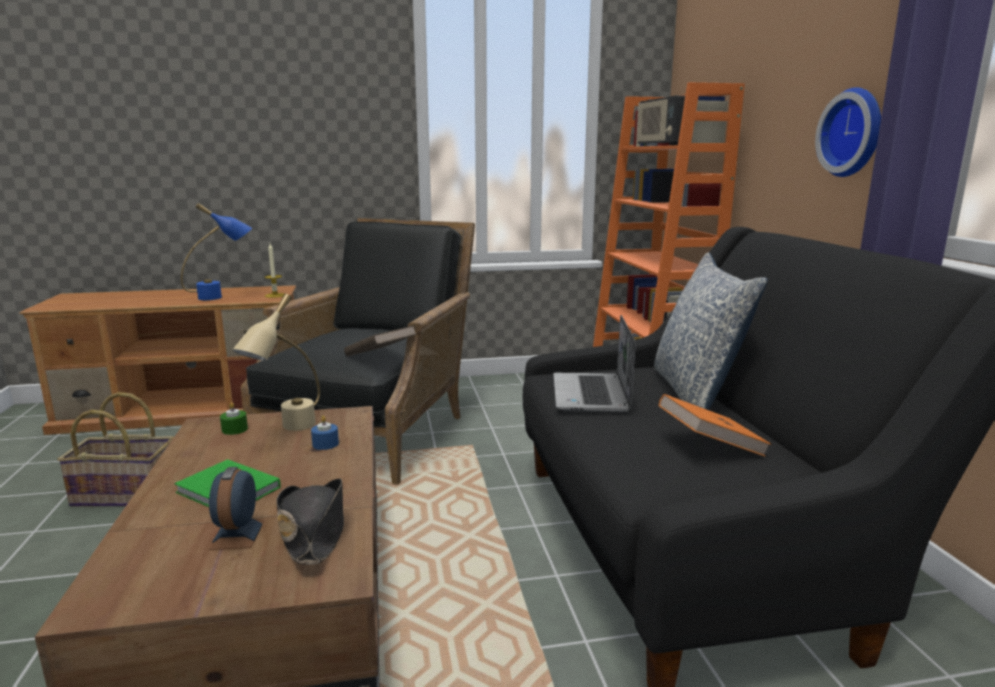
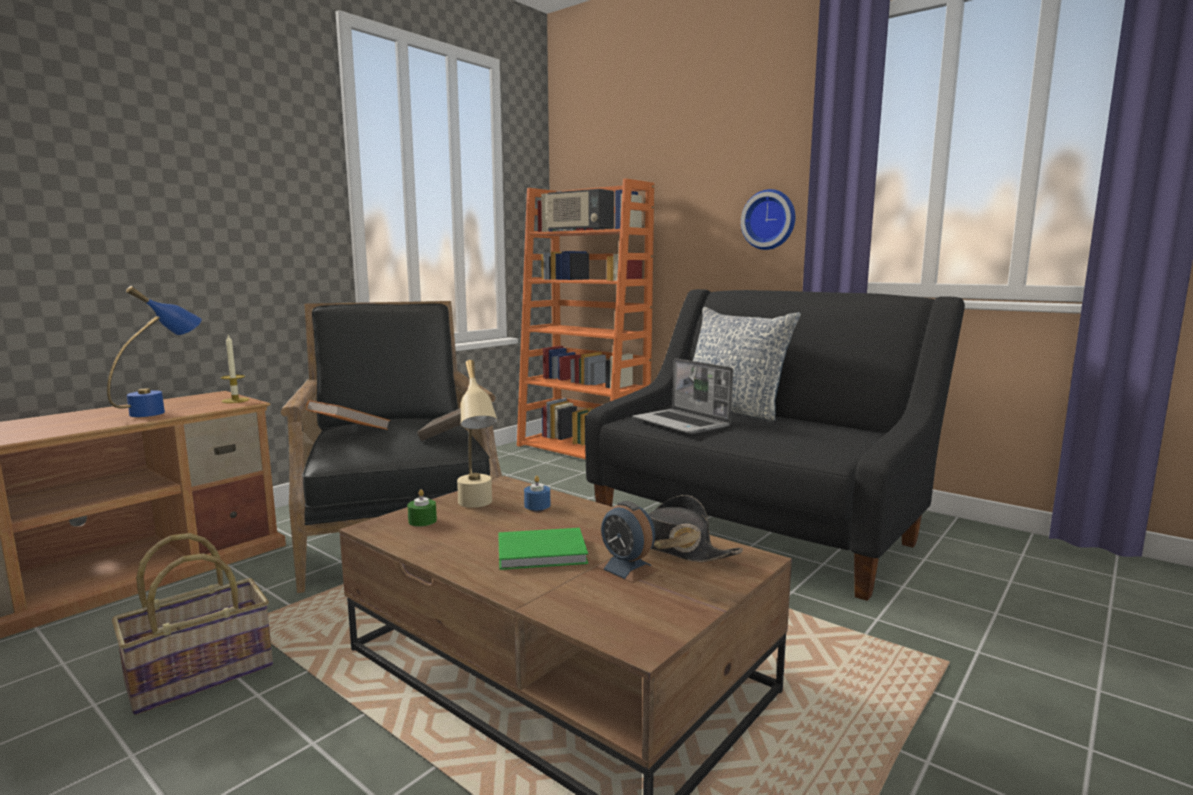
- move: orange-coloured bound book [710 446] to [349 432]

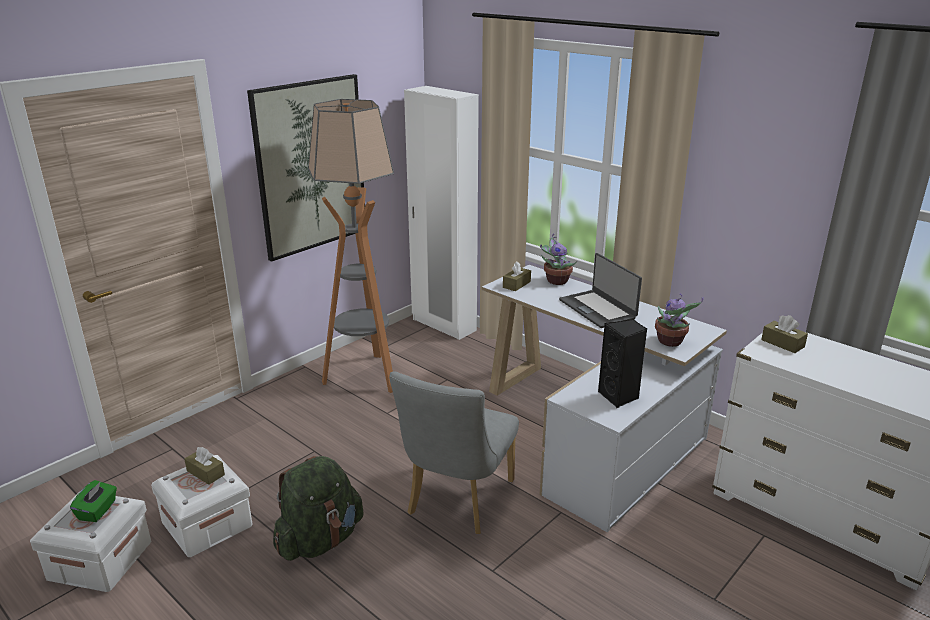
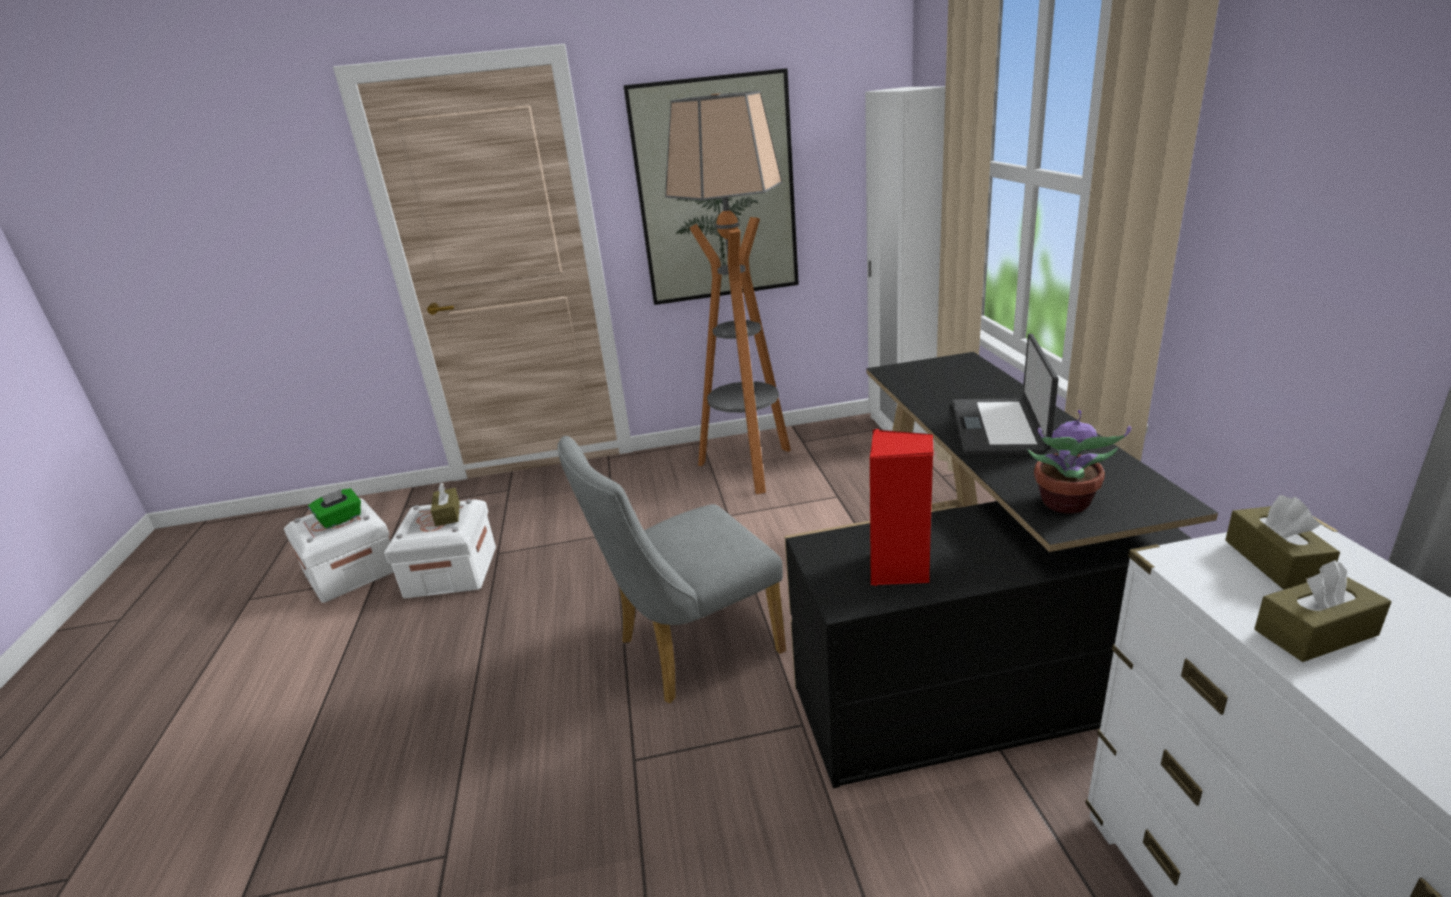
- delete: greenish knapsack [320 540]
- delete: plant in a pot [556 281]
- move: brown-coloured box of tissues [516 284] to [1315 632]
- recolor: white desk [592 432] to blackish desk [967 629]
- recolor: blackish audio speaker [619 397] to reddish audio speaker [899 570]

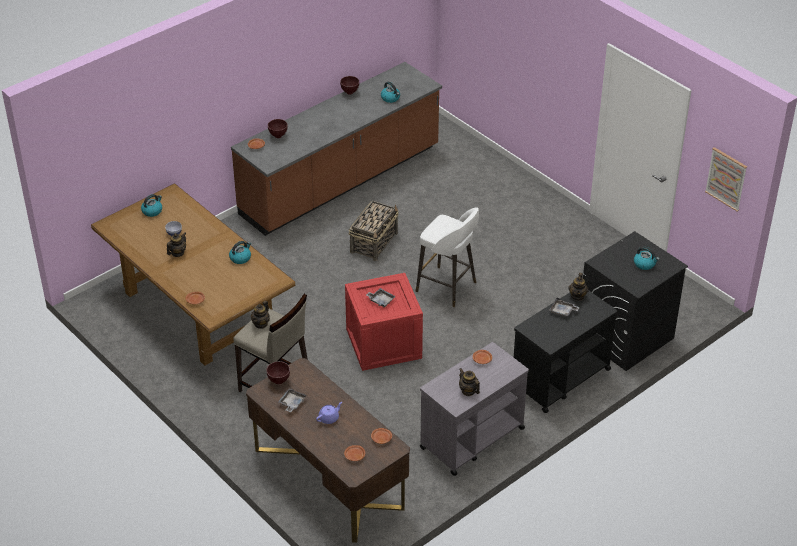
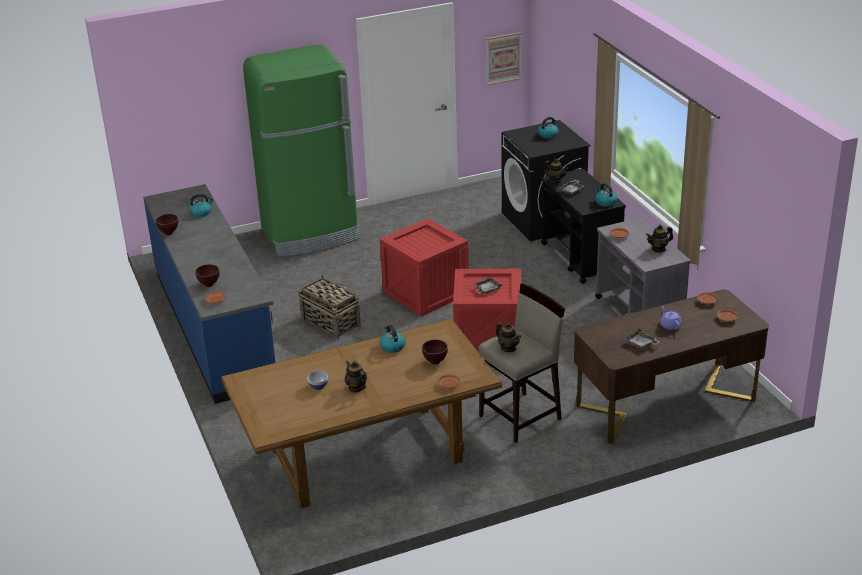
- insert: greenish kitchen fridge [311 235]
- move: water kettle [152 211] to [605 202]
- move: brown-coloured serving bowl [279 381] to [435 362]
- replace: white stool seat [447 287] to shipping crate [427 293]
- recolor: brown-coloured counter [341 182] to blue-coloured counter [215 327]

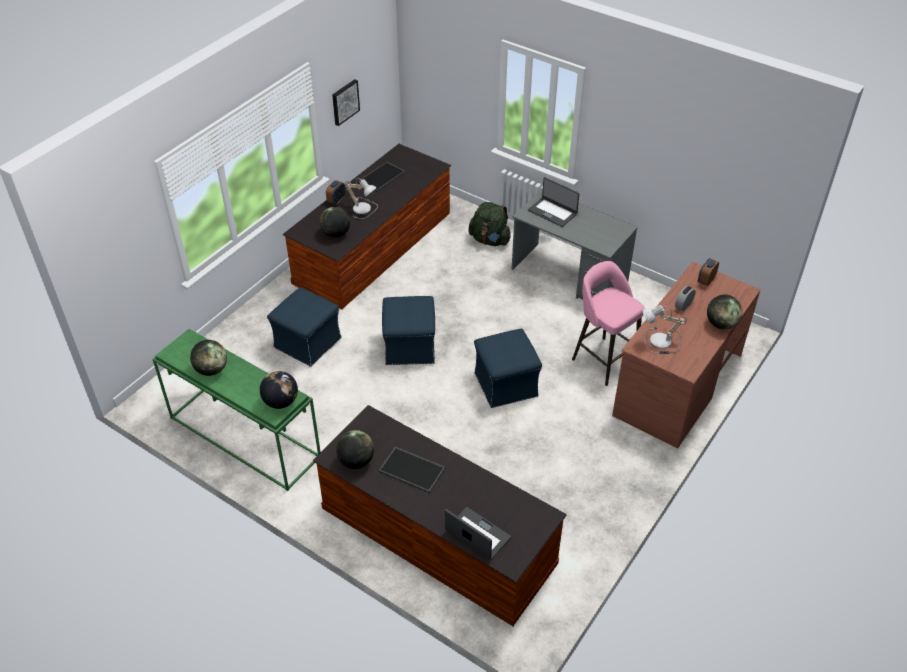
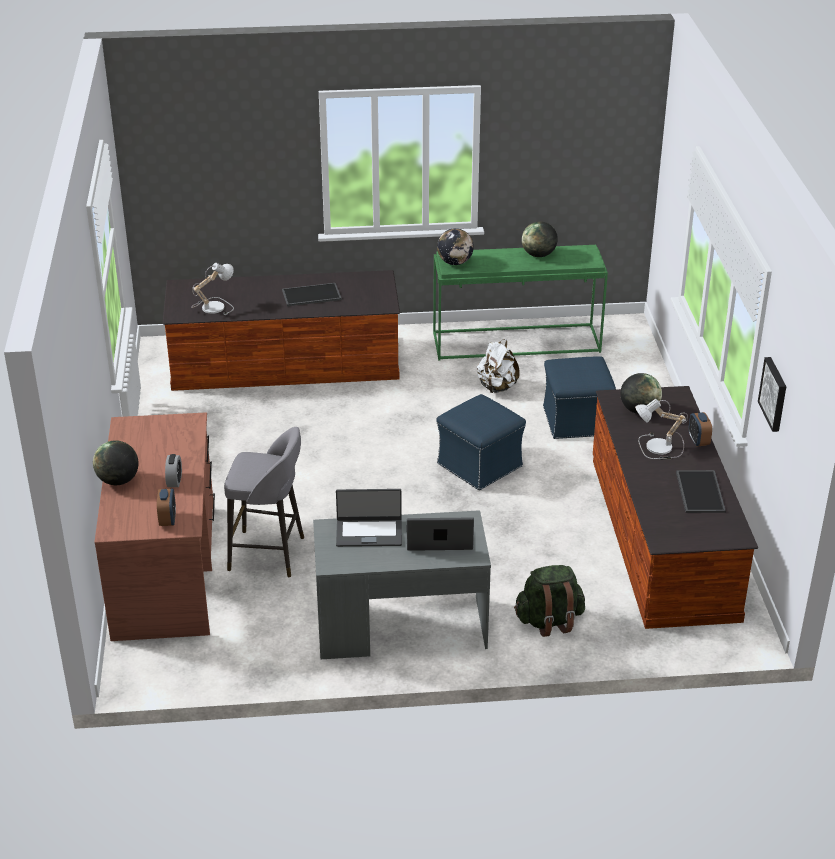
- delete: world globe [356 461]
- delete: blue-coloured pouffe [505 384]
- insert: white knapsack [497 387]
- move: laptop [477 534] to [369 533]
- move: tabletop lamp [659 342] to [213 306]
- recolor: pink stool seat [603 360] to gray stool seat [269 554]

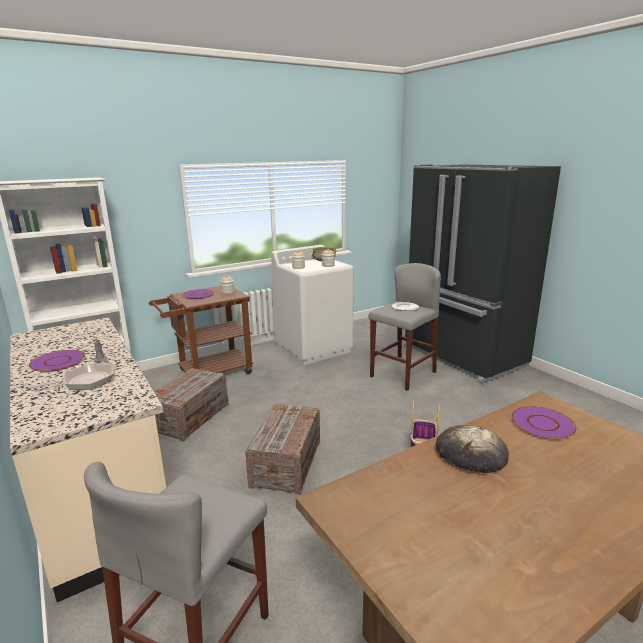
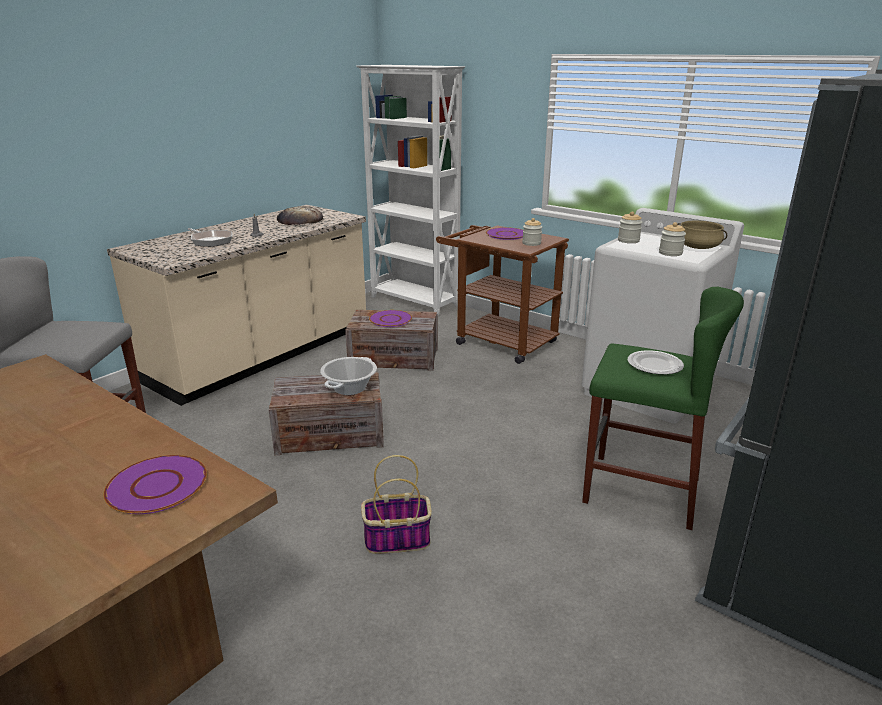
- insert: cooking pot [350 388]
- move: purple-coloured flat dish [58 361] to [391 319]
- move: bakery bread [470 453] to [300 220]
- recolor: gray stool seat [403 374] to greenish stool seat [641 490]

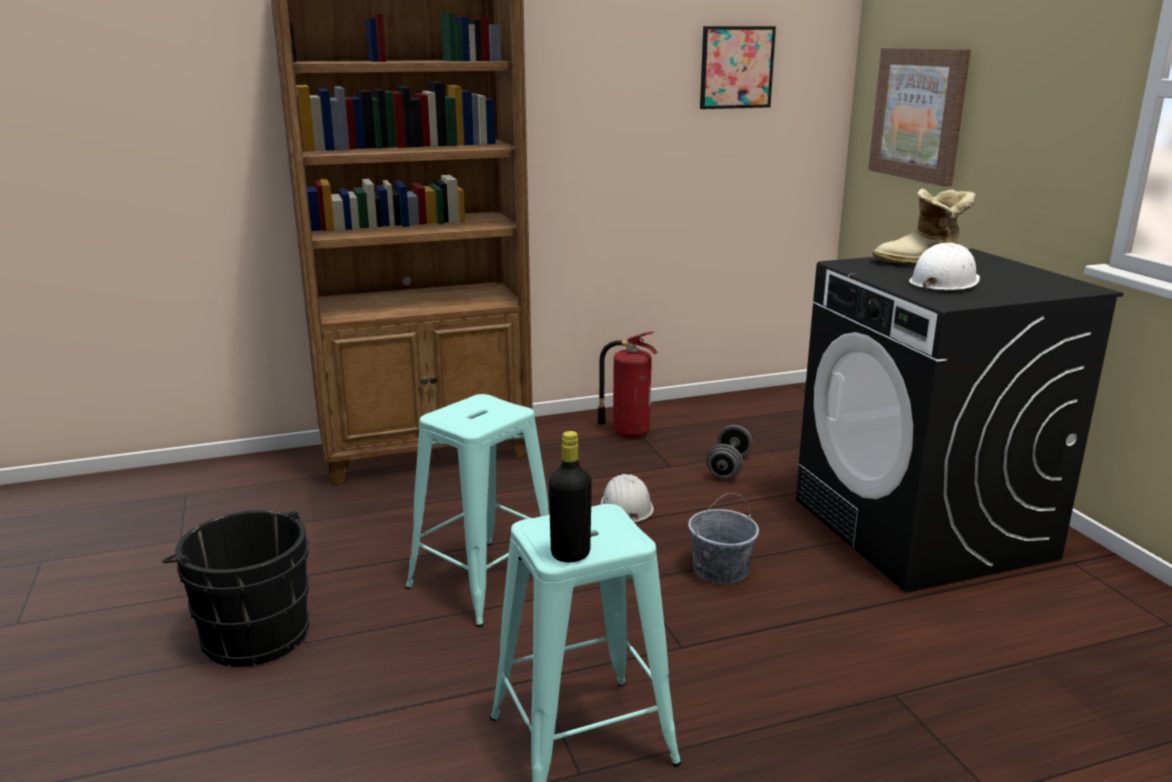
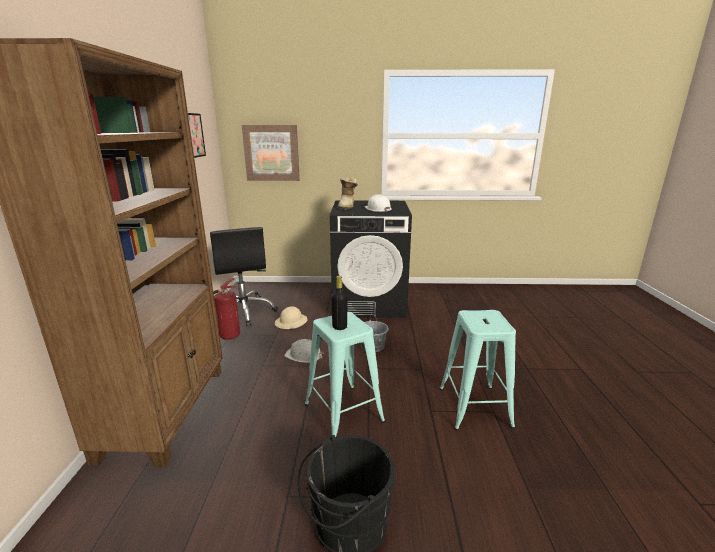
- insert: blackish office chair [244 311]
- move: blackish bottle [570 554] to [339 326]
- replace: gray hand weight [728 467] to sand-coloured hard hat [291 322]

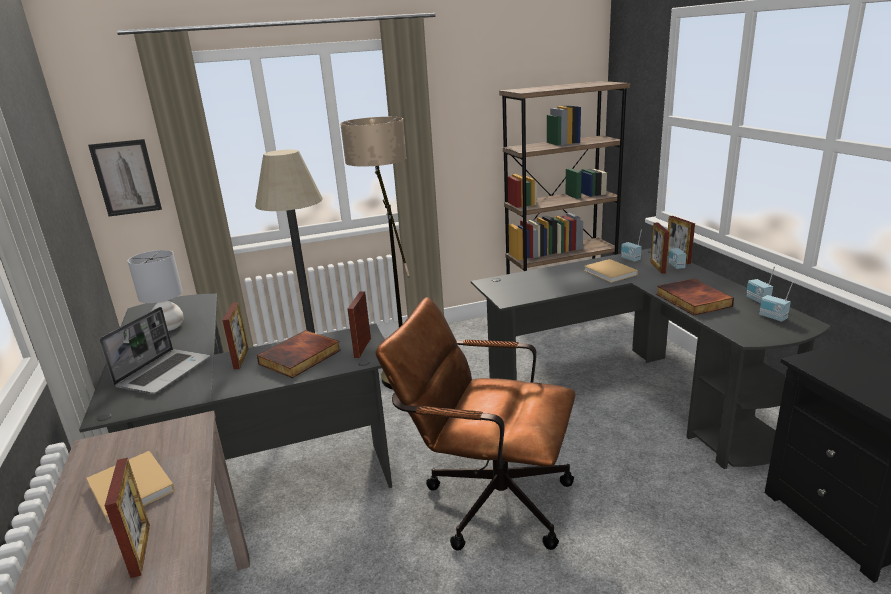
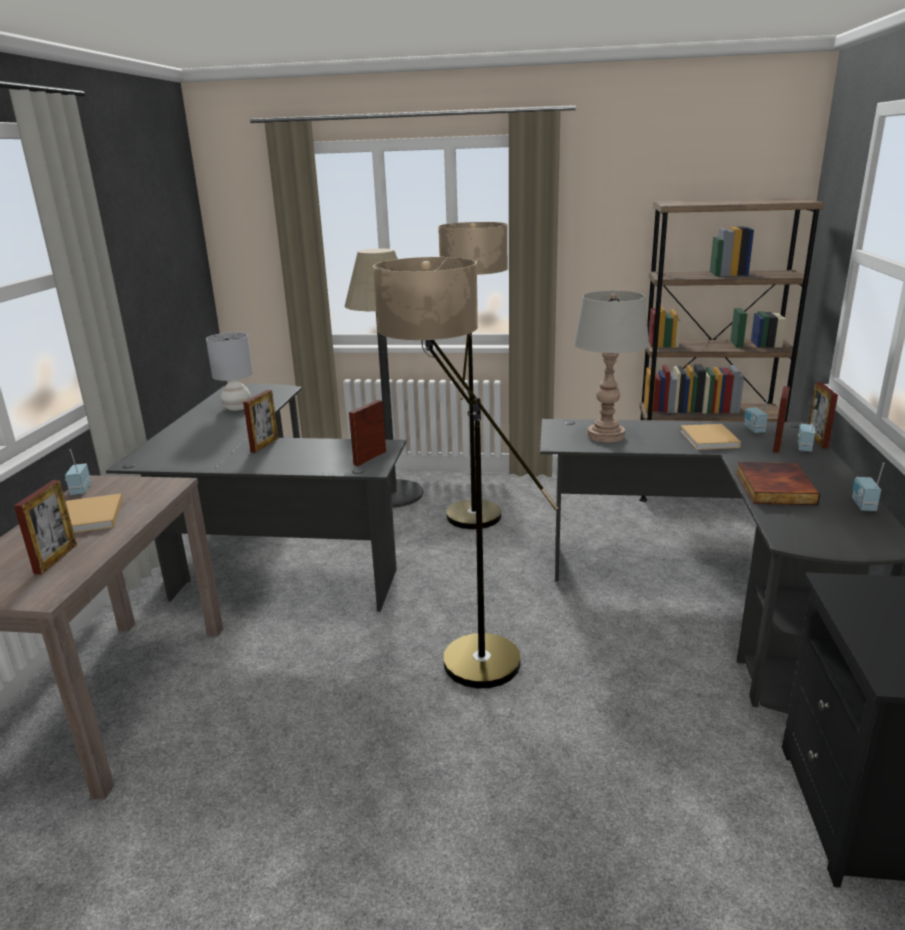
- delete: wall art [126 178]
- delete: laptop [164 372]
- delete: bound book [300 358]
- insert: gray tabletop lamp [606 436]
- move: radio set [772 317] to [79 490]
- replace: brown-coloured office chair [486 498] to floor lamp [459 649]

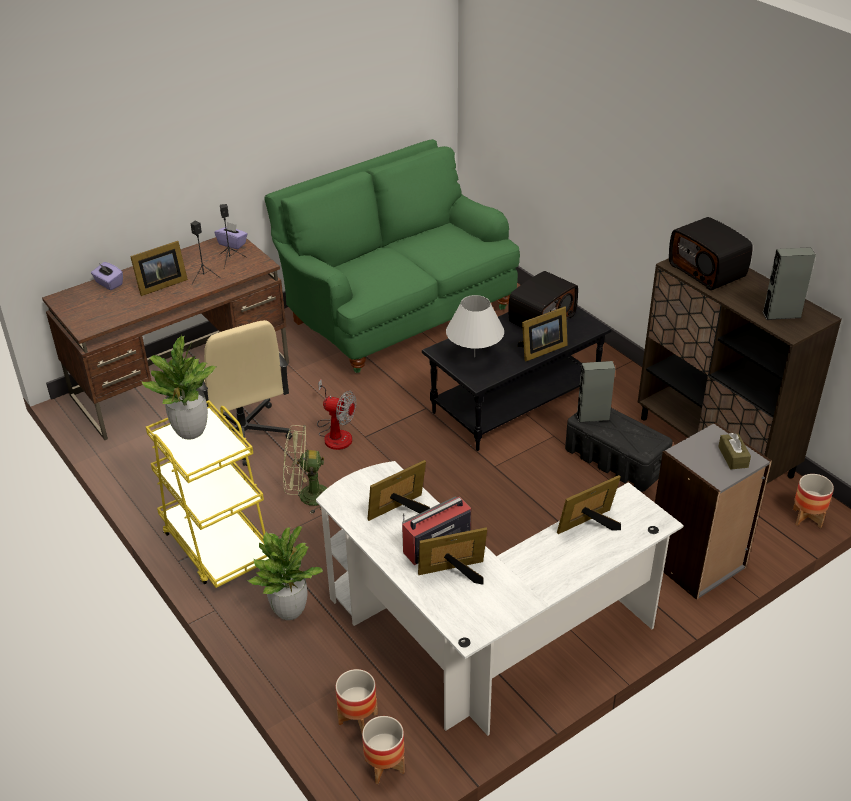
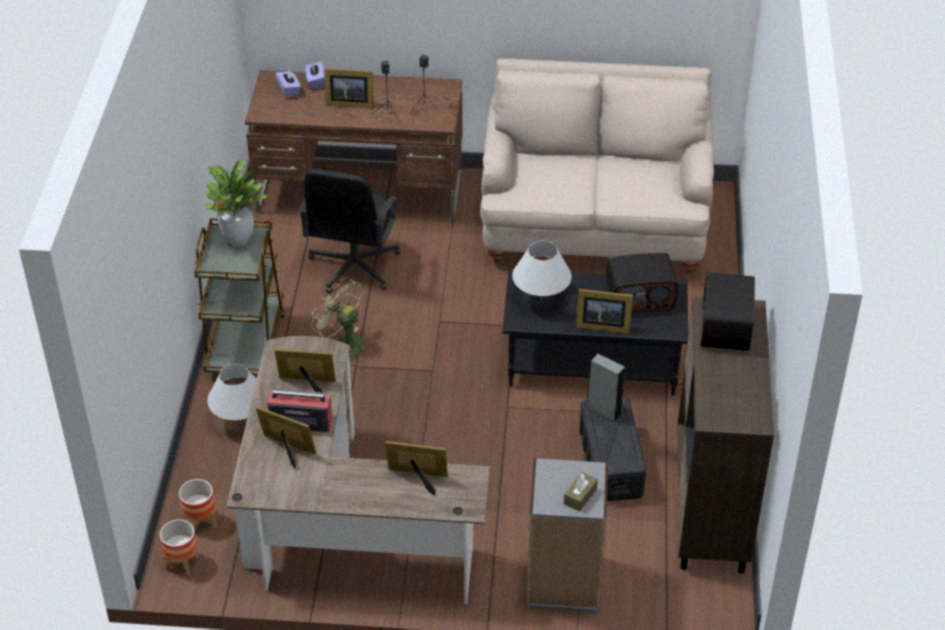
- delete: fan [335 433]
- delete: gray audio speaker [781 314]
- delete: planter [807 518]
- move: purple-coloured box of tissues [232 244] to [289 90]
- replace: plant in a pot [289 610] to white tabletop lamp [240 420]
- recolor: yellow-coloured wheeled cart [217 545] to brown-coloured wheeled cart [245 342]
- recolor: sand-coloured office chair [243 435] to blackish office chair [353 266]
- recolor: greenish sofa [397 313] to sand-coloured sofa [594 226]
- recolor: white desk [480 640] to brown-coloured desk [336 526]

